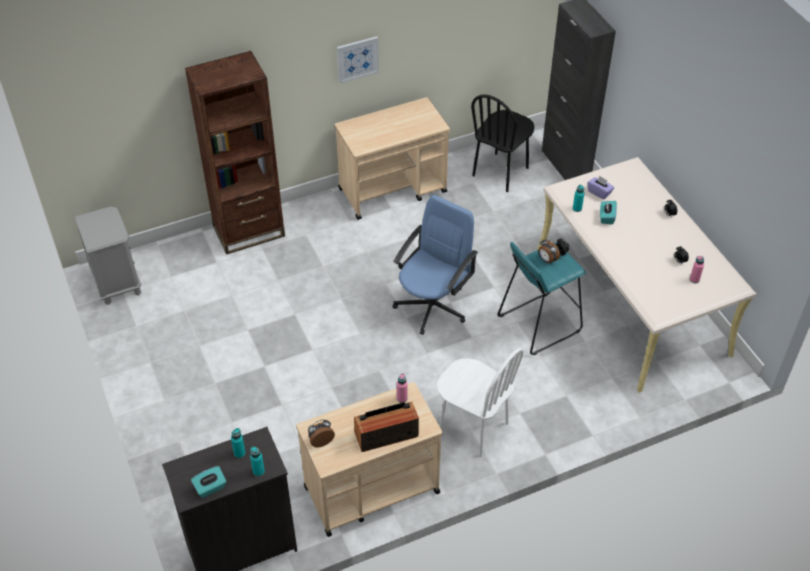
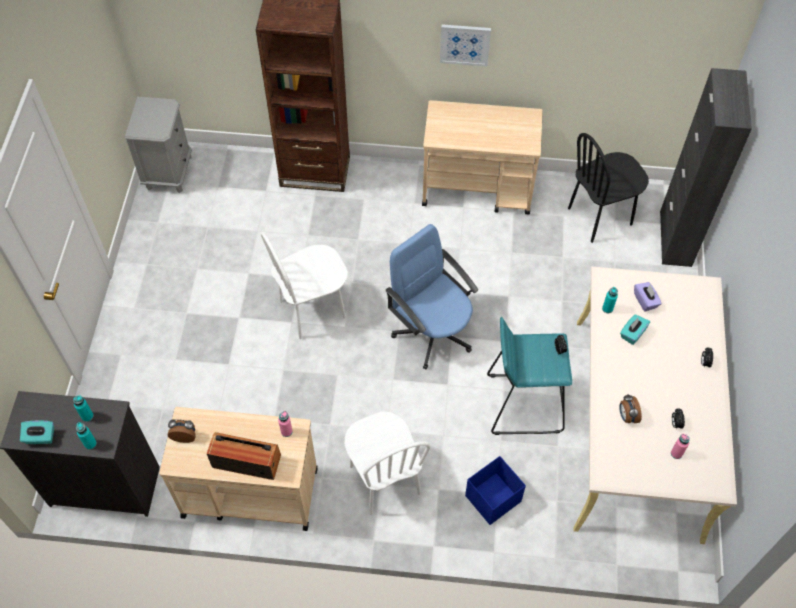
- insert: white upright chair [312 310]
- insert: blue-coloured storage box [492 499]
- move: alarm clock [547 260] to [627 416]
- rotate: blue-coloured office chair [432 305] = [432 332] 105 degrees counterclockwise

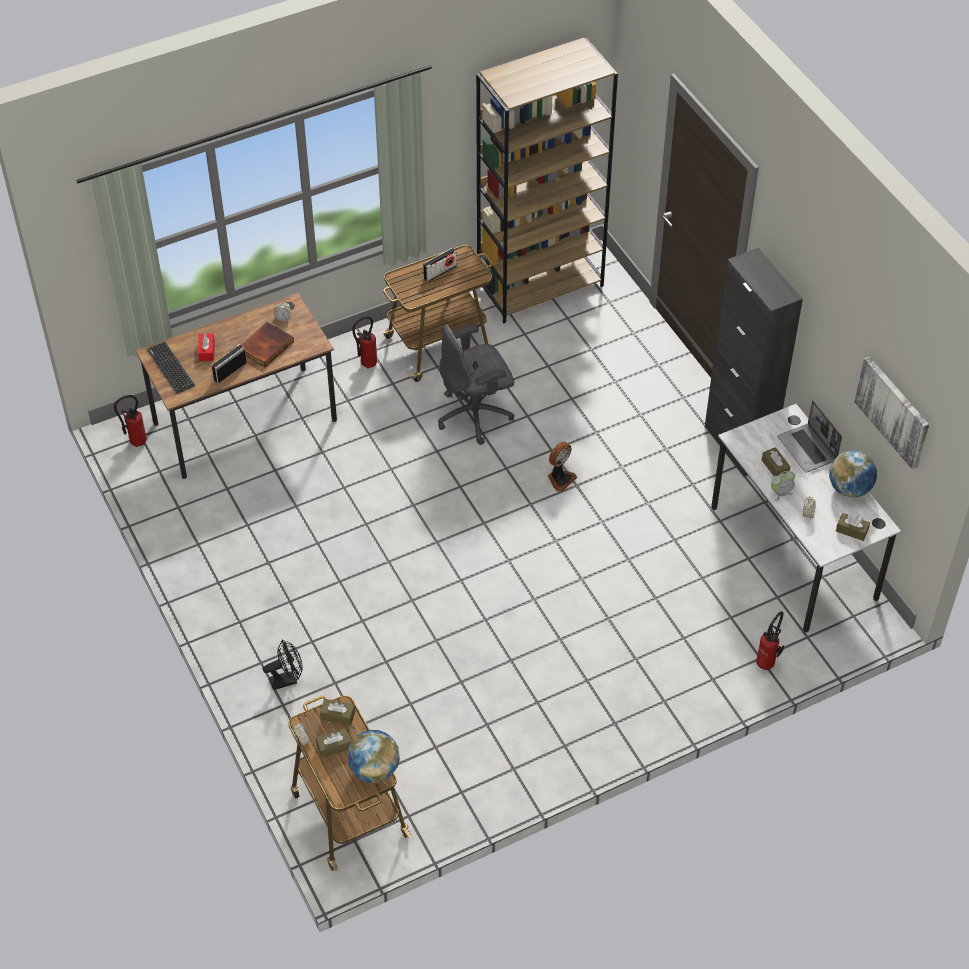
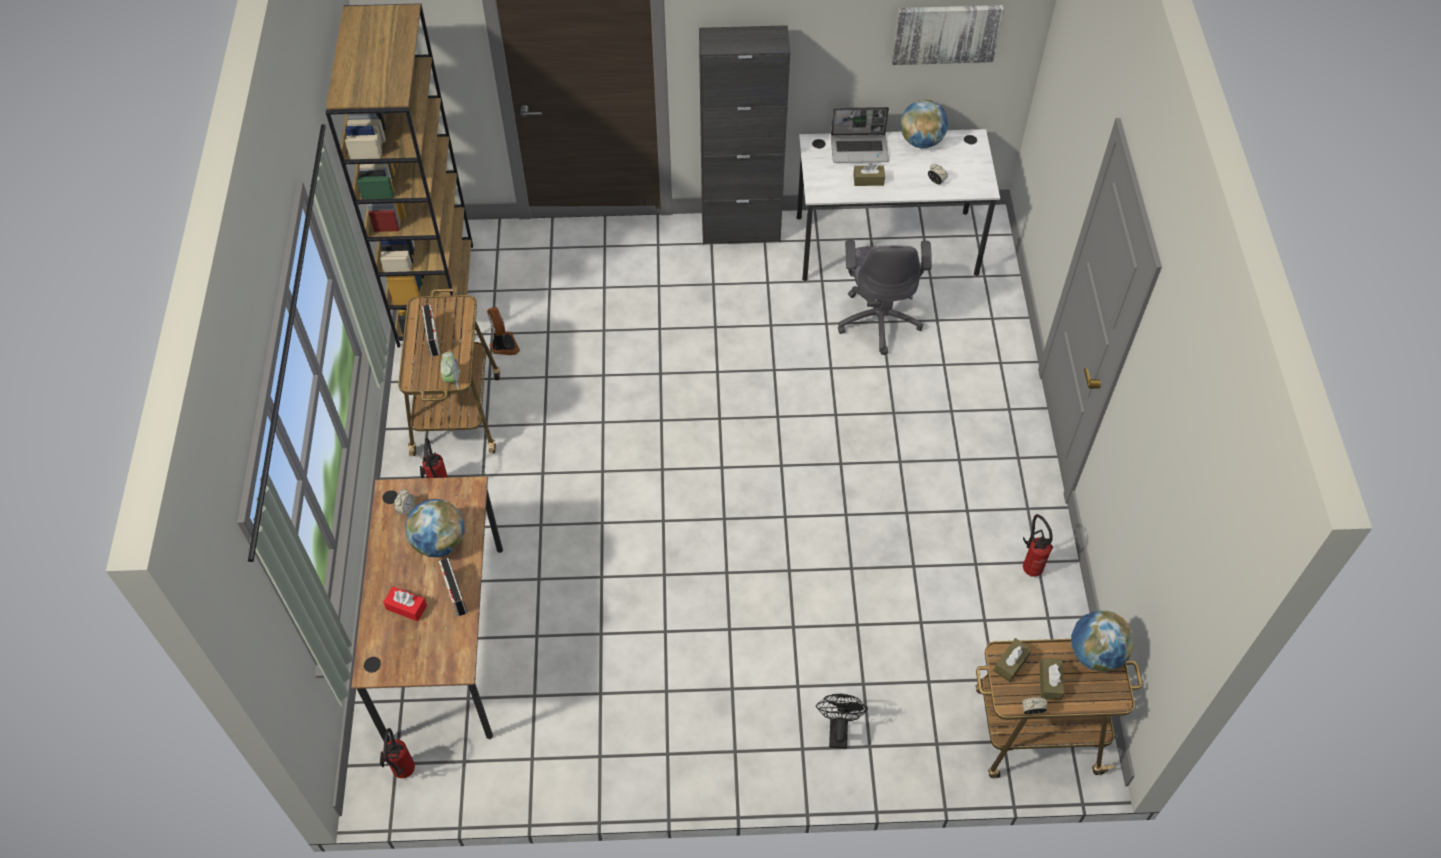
- delete: computer keyboard [171 368]
- delete: brown-coloured box of tissues [851 530]
- move: gray office chair [475 415] to [879 319]
- move: fan [560 478] to [503 345]
- move: fire extinguisher [767 662] to [1031 566]
- move: alarm clock [781 493] to [452 379]
- replace: bound book [265 346] to world globe [439 542]

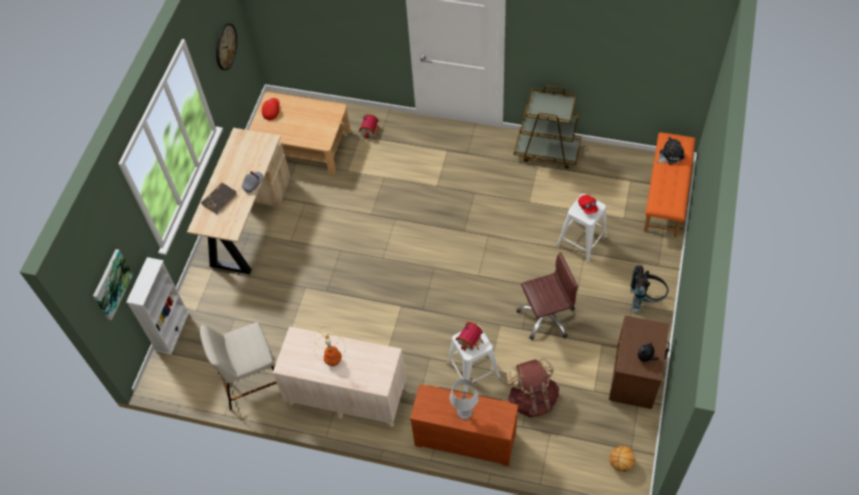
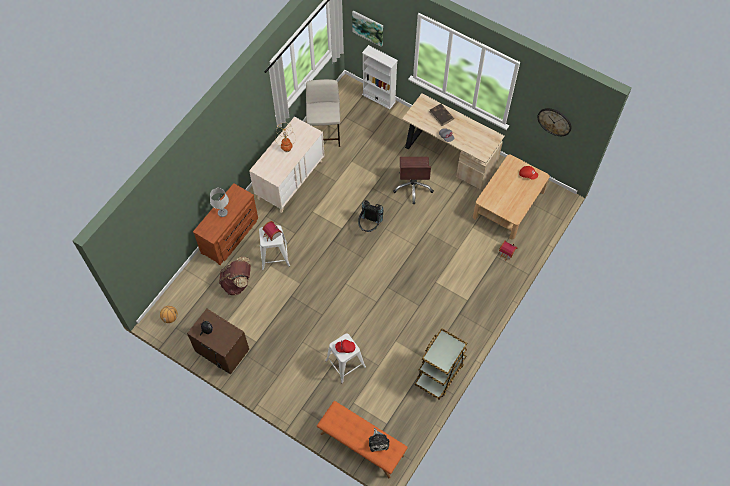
- move: brown-coloured office chair [546 317] to [413 186]
- move: blackish knapsack [646 298] to [369 226]

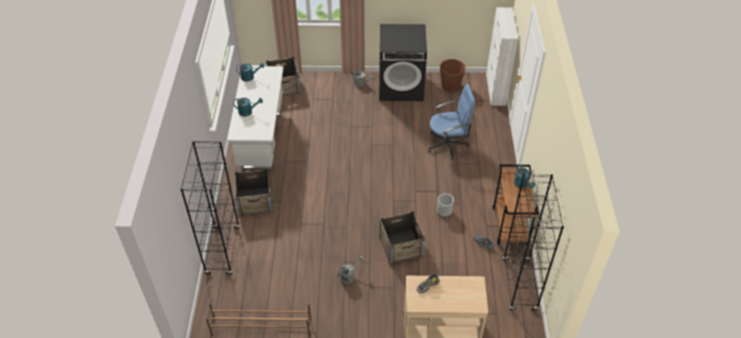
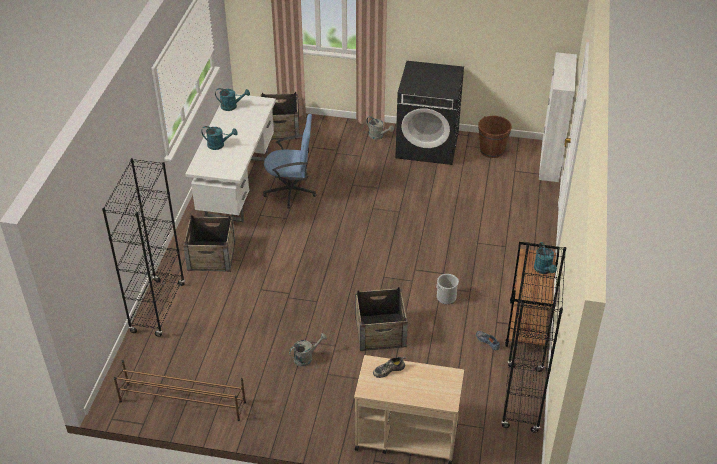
- move: blue-coloured office chair [448 144] to [291 191]

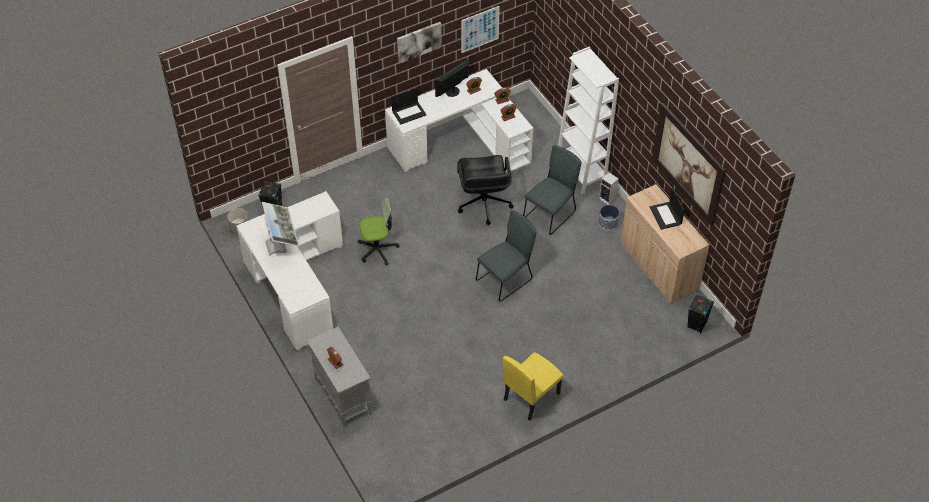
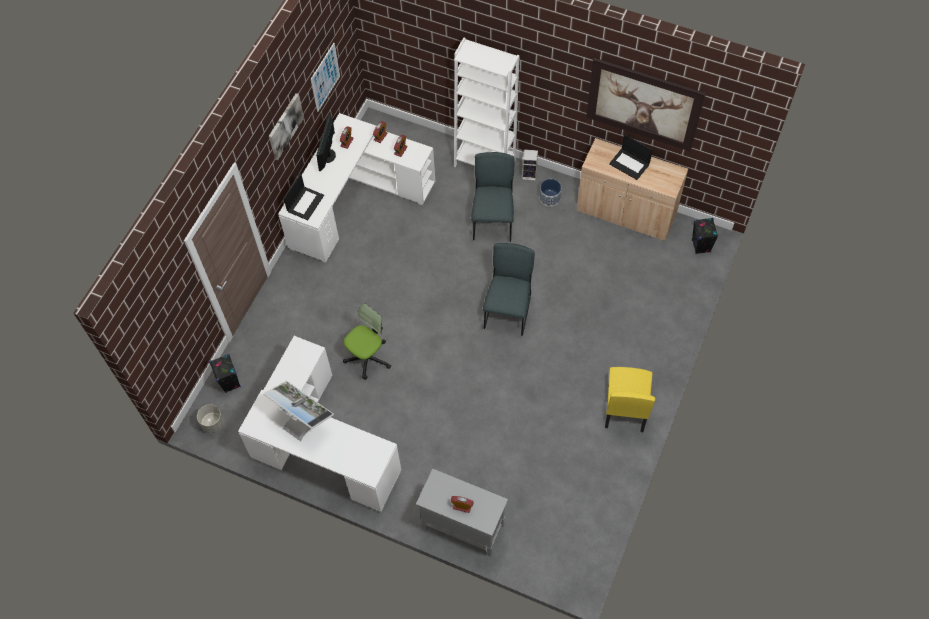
- delete: blackish office chair [483 204]

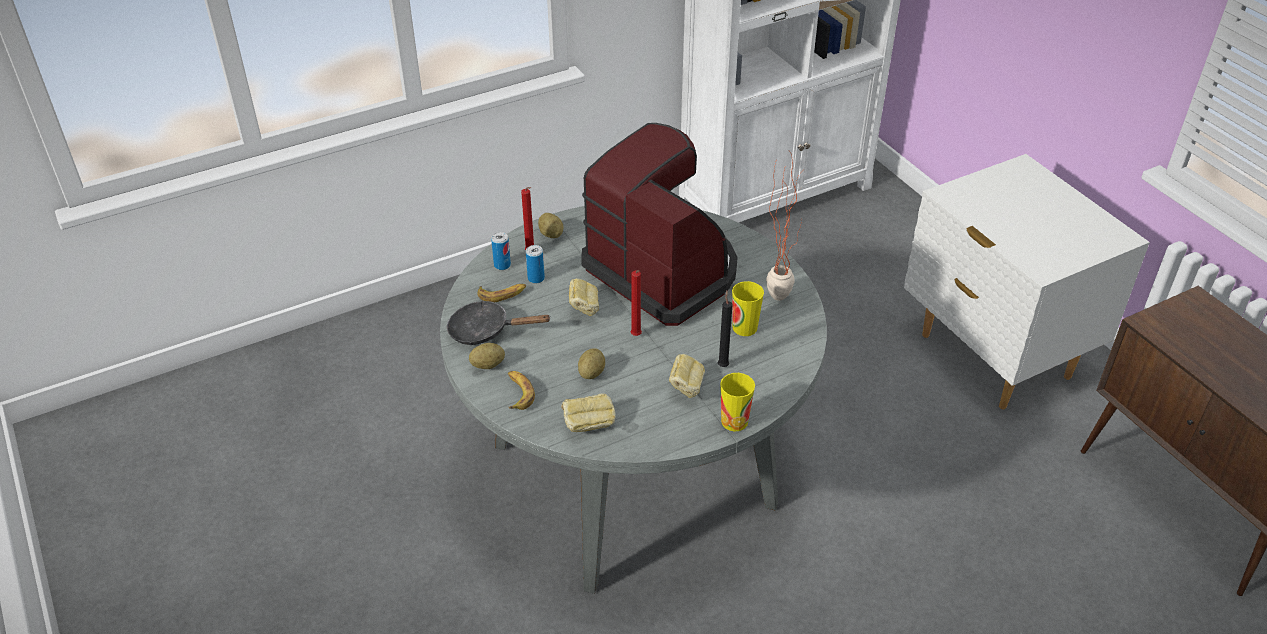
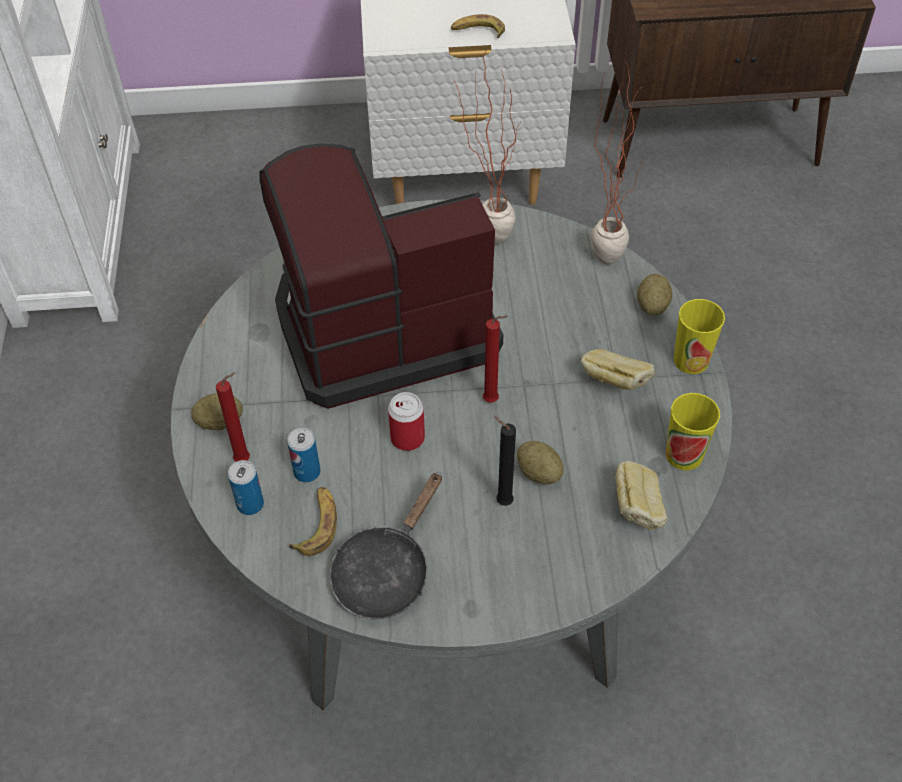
- insert: plant in a pot [605 250]
- move: spud [487 365] to [652 306]
- move: banana [518 393] to [477 31]
- move: blackish candle [723 365] to [502 501]
- move: drinking cup [744 327] to [684 455]
- replace: bakery bread [584 309] to can [407 438]

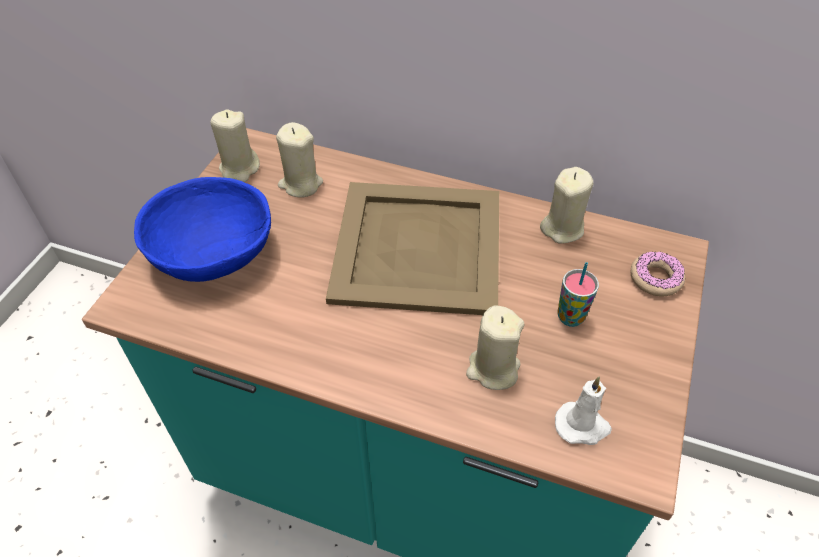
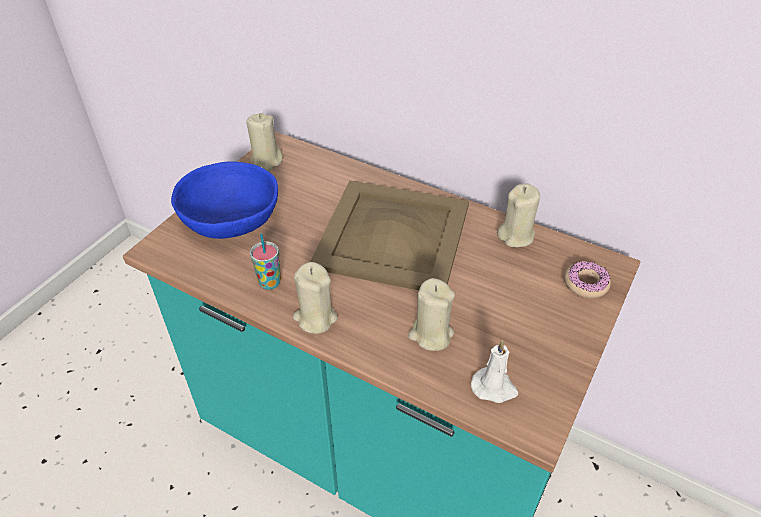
- move: sand-coloured candle [300 184] to [315 318]
- move: drinking cup [570 317] to [269 283]

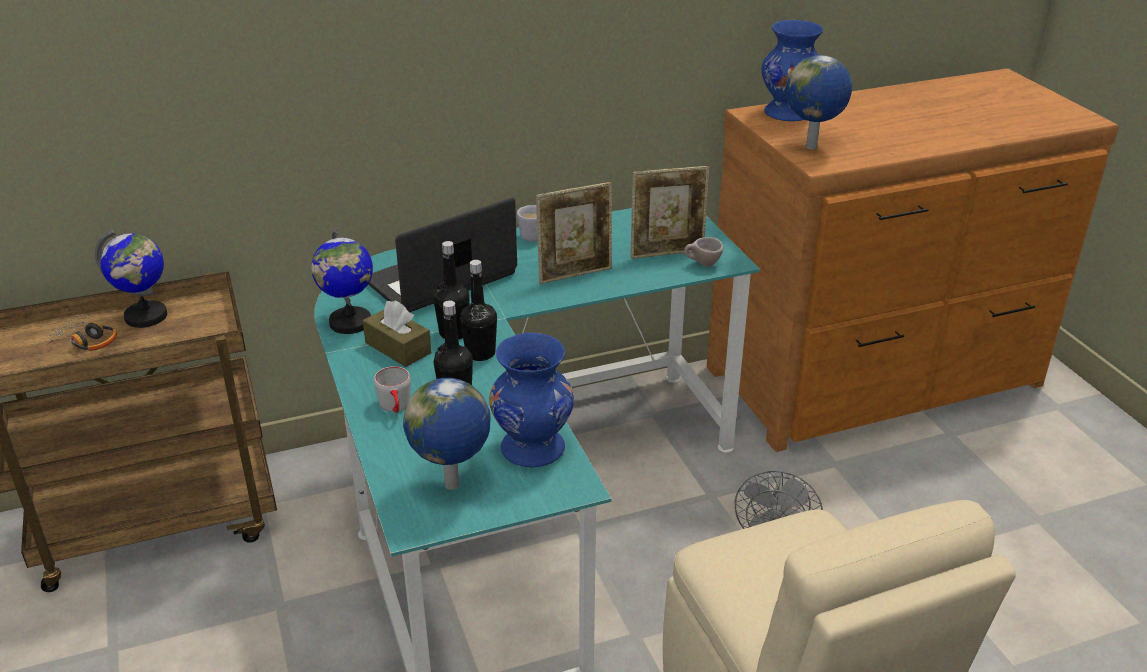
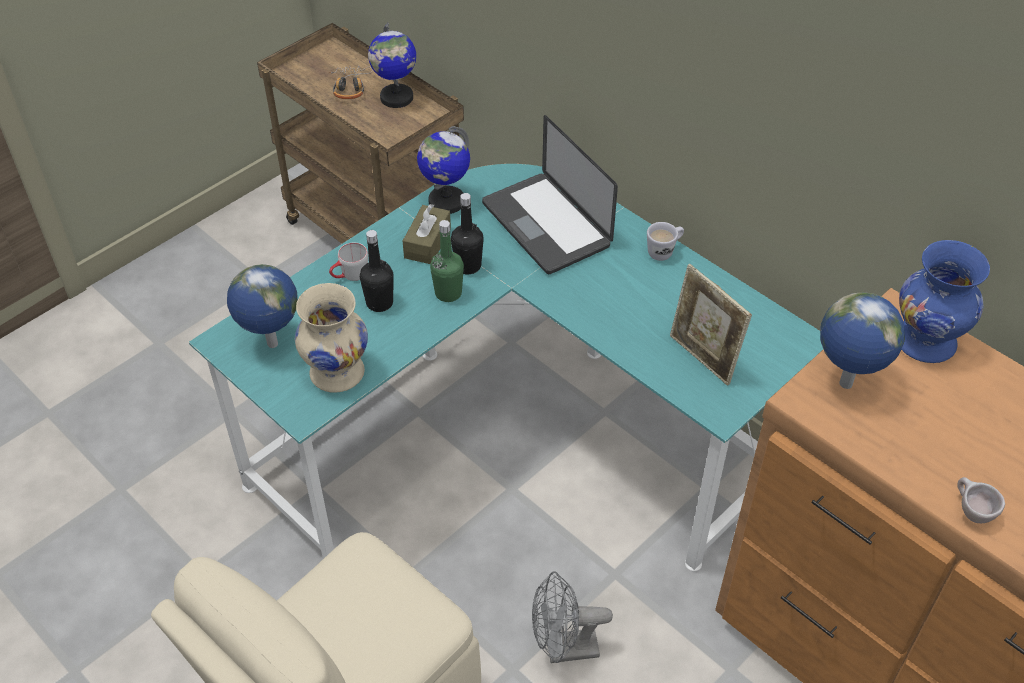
- delete: photo frame [575 274]
- move: sand-coloured drinking cup [702 264] to [970 512]
- recolor: blackish bottle [480 353] to greenish bottle [448 293]
- recolor: blue-coloured vase [534 449] to sand-coloured vase [337 373]
- rotate: laptop [441 279] = [546 225] 150 degrees counterclockwise

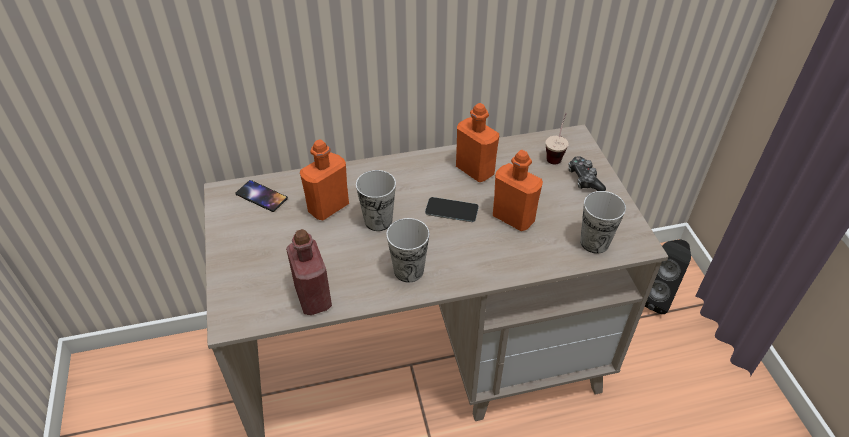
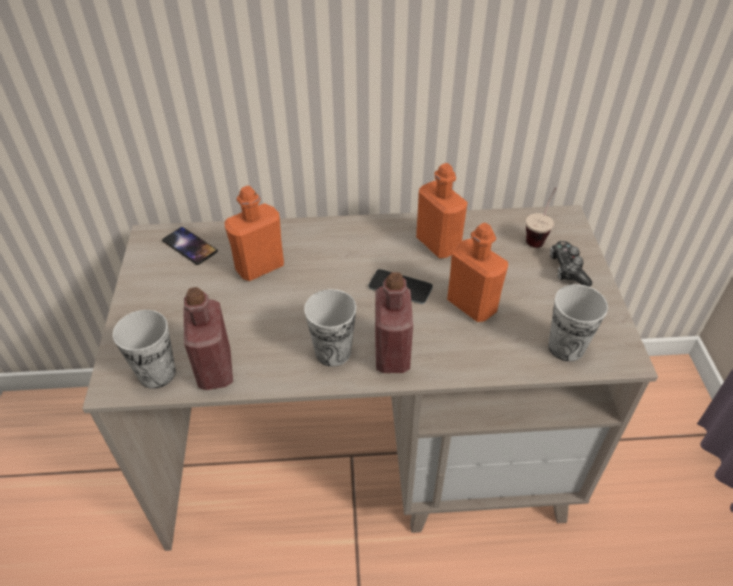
- delete: blackish audio speaker [658 297]
- insert: reddish bottle [392 354]
- move: drinking cup [378 221] to [157 373]

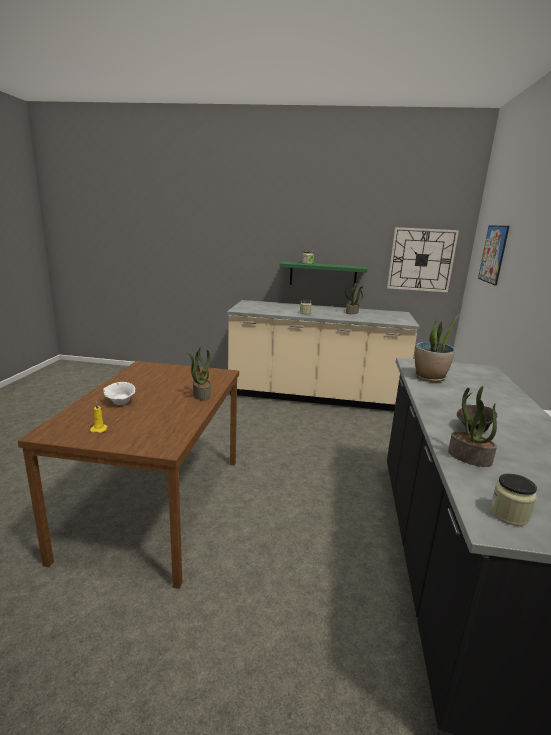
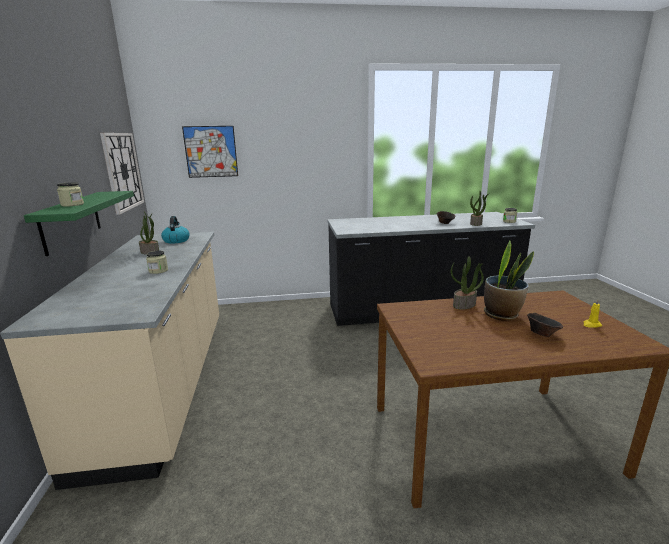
- insert: water kettle [176 240]
- move: plant in a pot [430 378] to [501 314]
- recolor: white serving bowl [121 403] to brown-coloured serving bowl [541 334]

